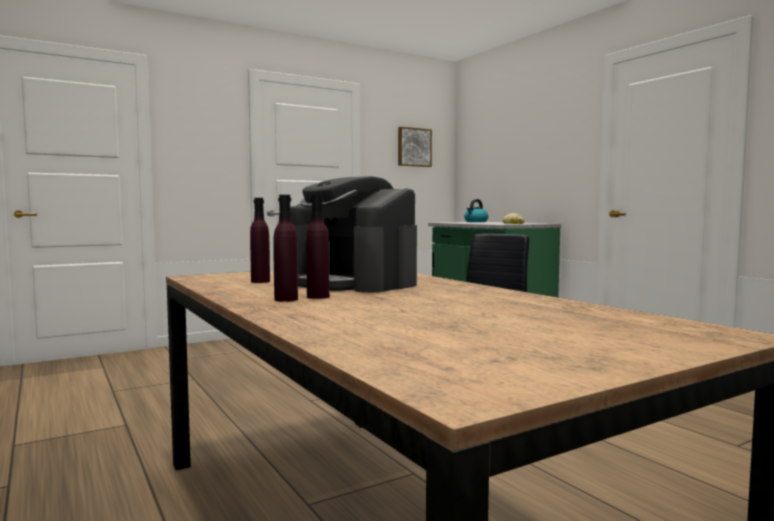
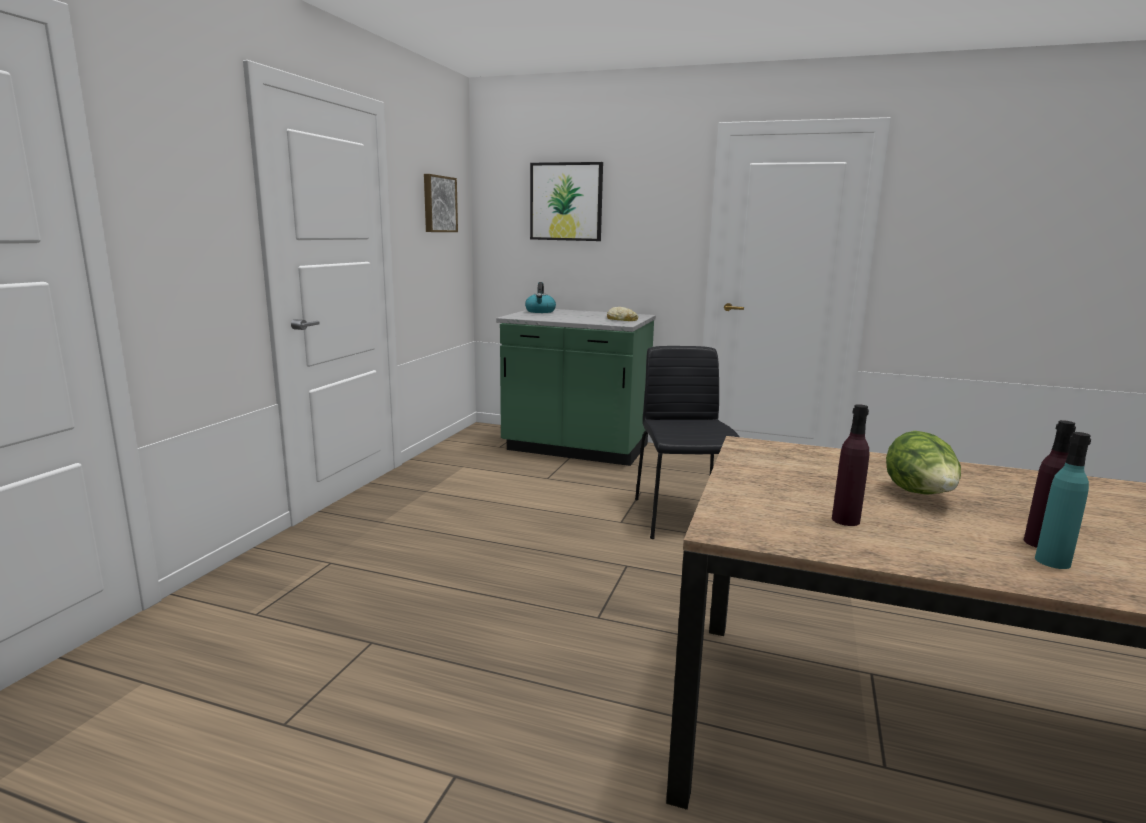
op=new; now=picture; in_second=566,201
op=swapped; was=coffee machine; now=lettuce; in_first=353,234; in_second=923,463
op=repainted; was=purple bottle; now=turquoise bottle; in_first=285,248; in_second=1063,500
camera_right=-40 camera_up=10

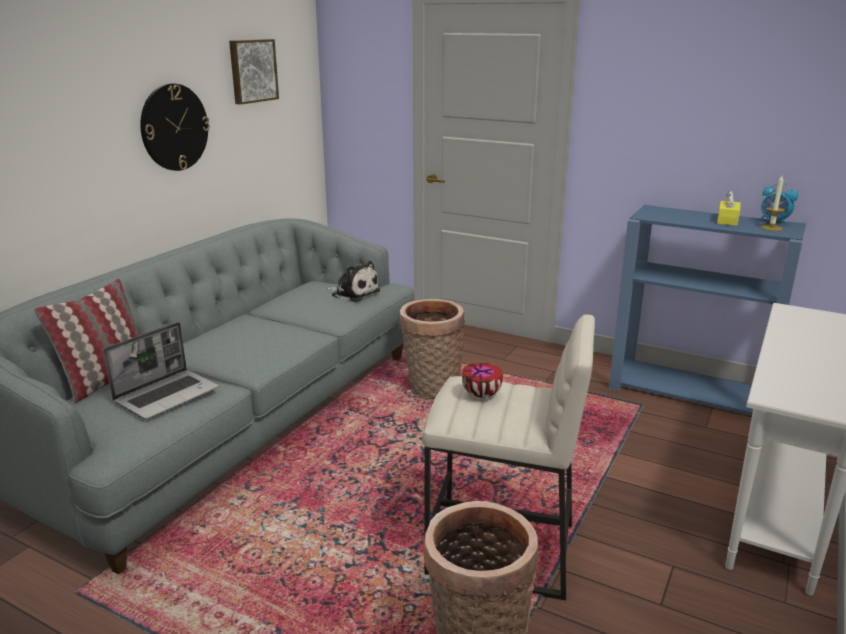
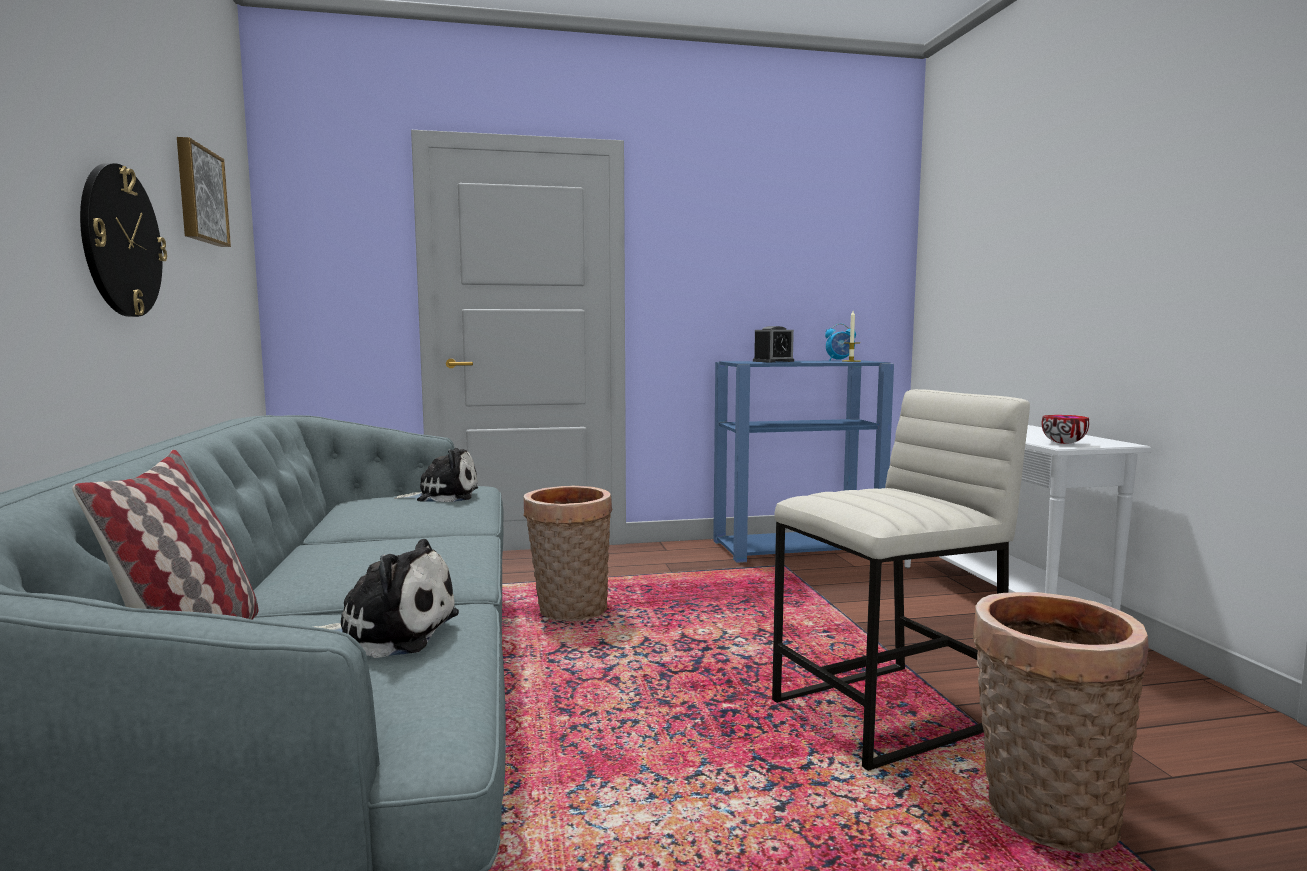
op=swapped; was=laptop; now=plush toy; in_first=161,370; in_second=386,598
op=new; now=alarm clock; in_second=773,344
op=shifted; was=bowl; in_first=482,380; in_second=1065,429
op=gone; was=yellow tissue box; in_first=728,208
camera_right=-40 camera_up=-15

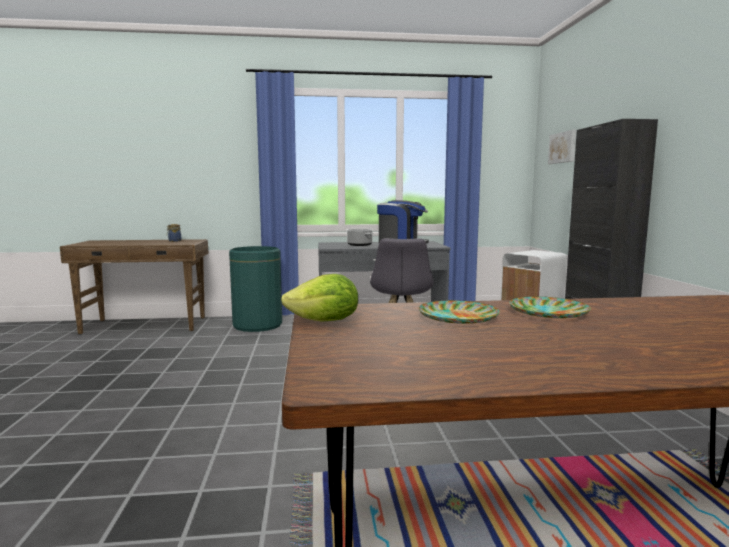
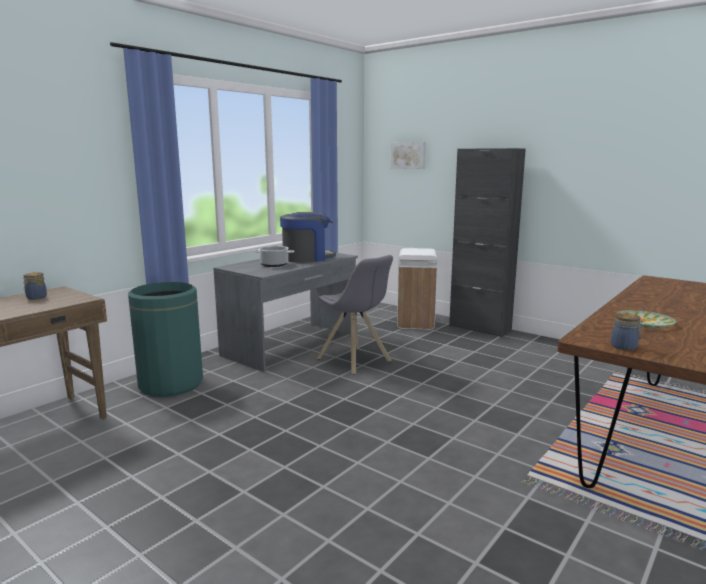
op=swapped; was=lettuce; now=jar; in_first=319,298; in_second=627,332
op=gone; was=plate; in_first=550,307
camera_right=-45 camera_up=5

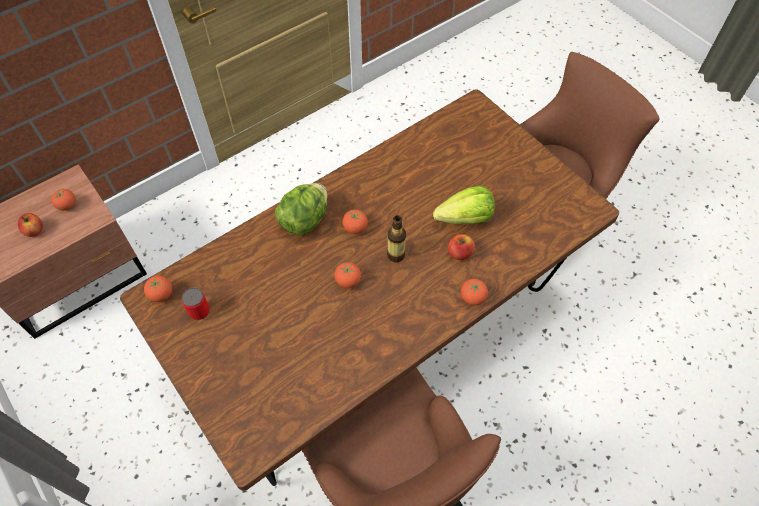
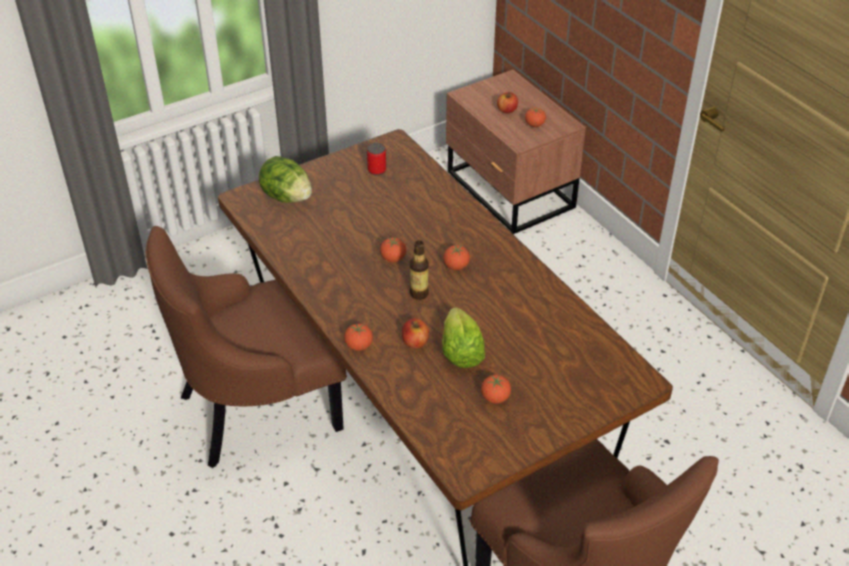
op=shifted; was=lettuce; in_first=301,209; in_second=285,179
op=shifted; was=tomato; in_first=158,289; in_second=496,389
camera_right=95 camera_up=-15

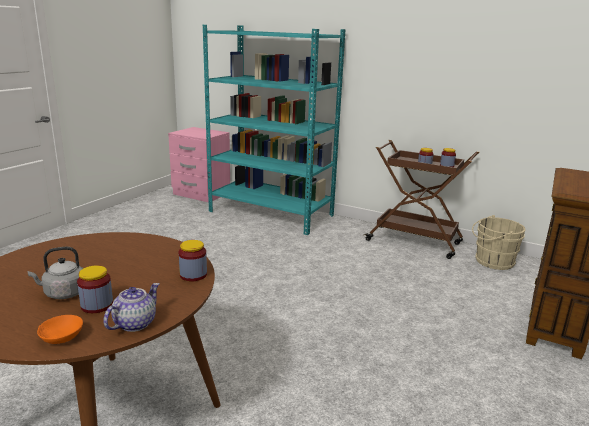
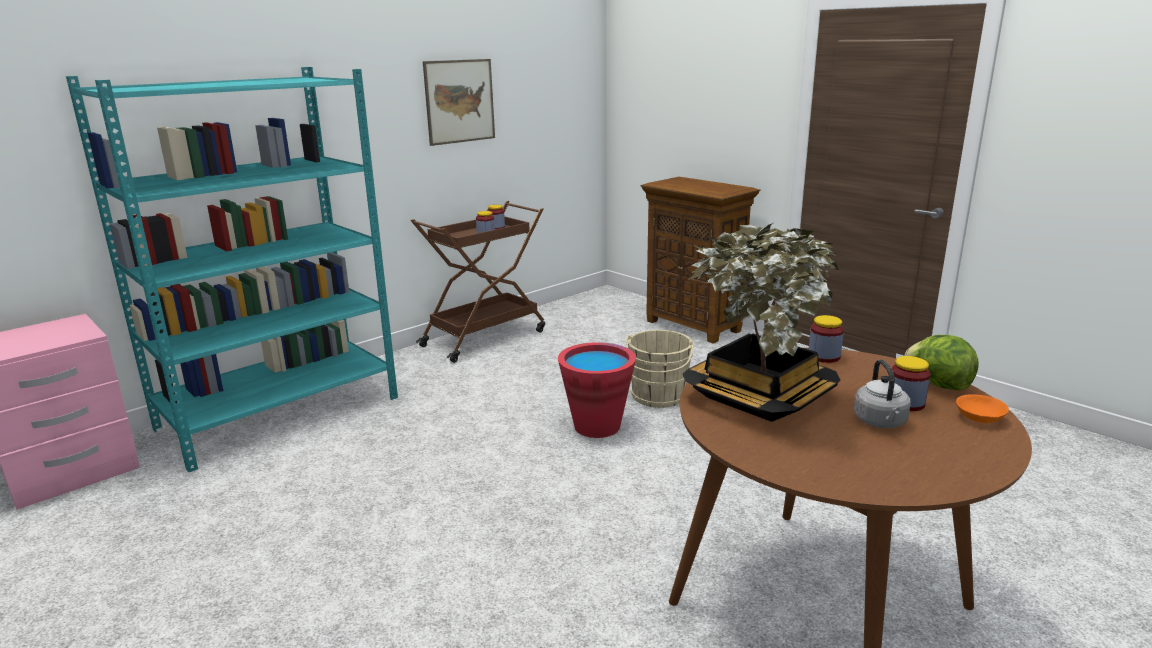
op=new; now=picture; in_second=459,102
op=new; now=red bucket; in_second=597,390
op=shifted; was=beige bucket; in_first=499,242; in_second=659,369
op=new; now=potted plant; in_second=762,322
op=swapped; was=teapot; now=lettuce; in_first=131,307; in_second=942,363
camera_right=-70 camera_up=0

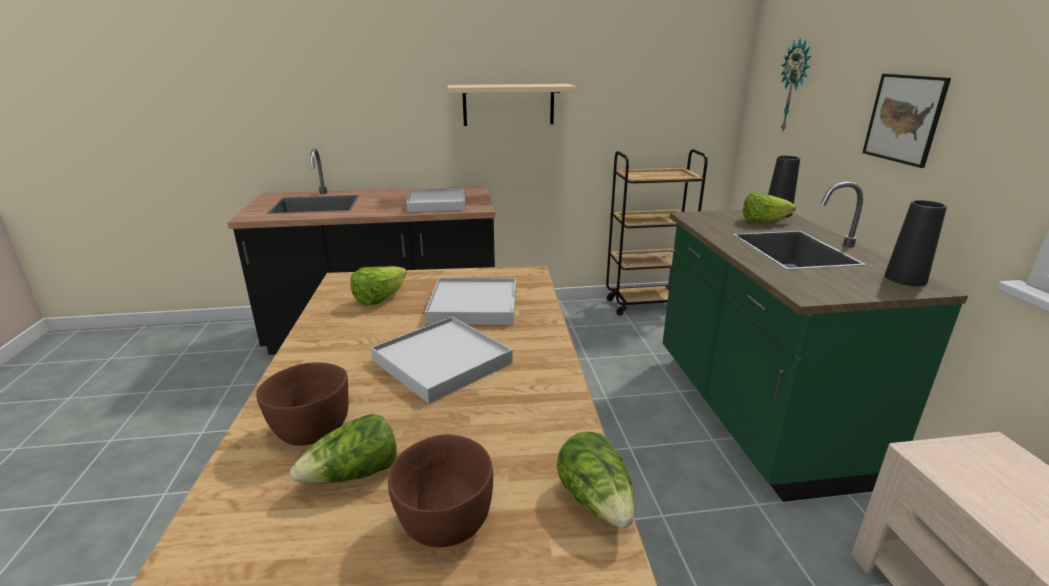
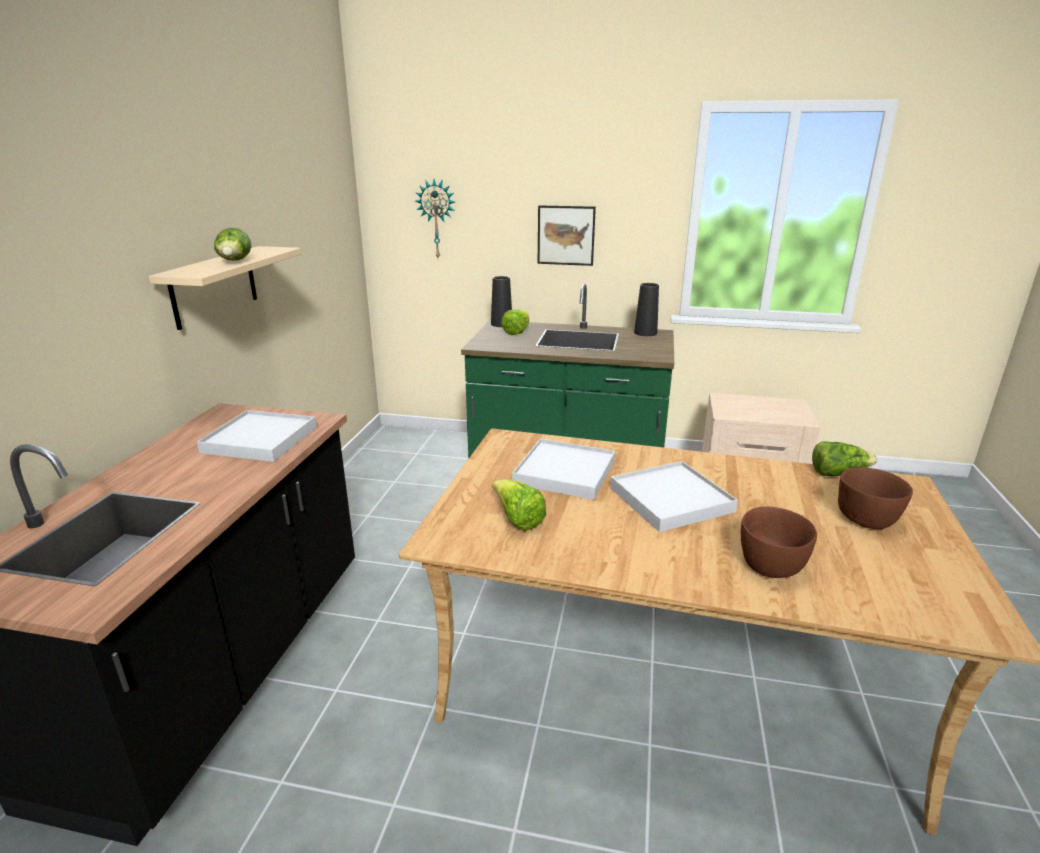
op=shifted; was=lettuce; in_first=343,448; in_second=233,244
op=gone; was=brown cart; in_first=657,232
camera_right=-70 camera_up=0

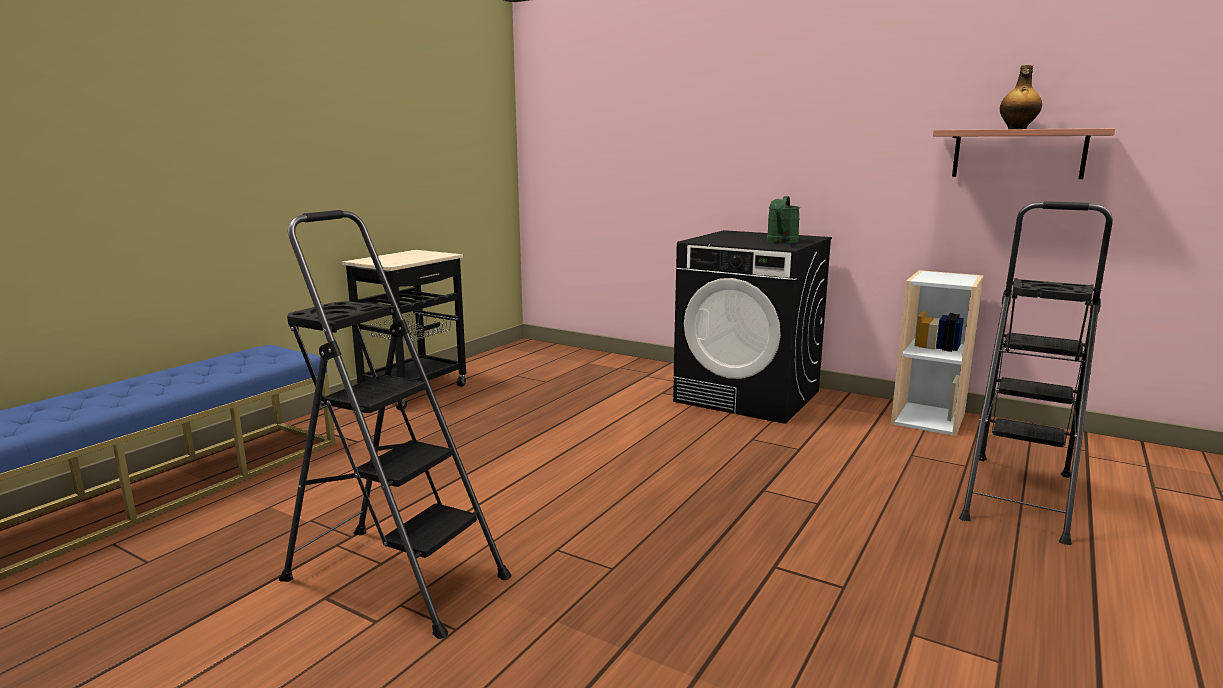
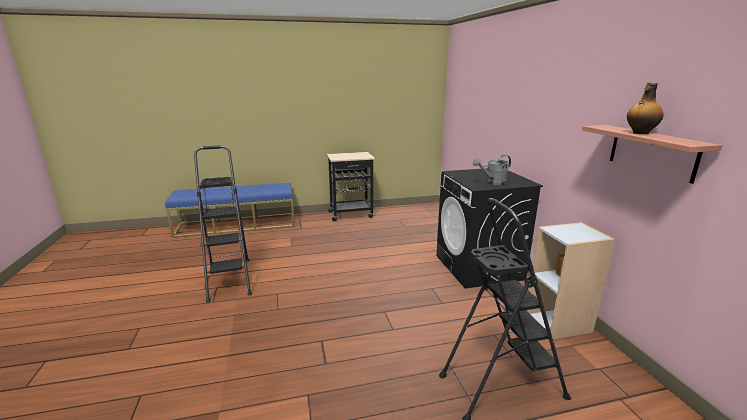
op=repainted; was=green watering can; now=grey watering can; in_first=783,219; in_second=492,170
camera_right=45 camera_up=5

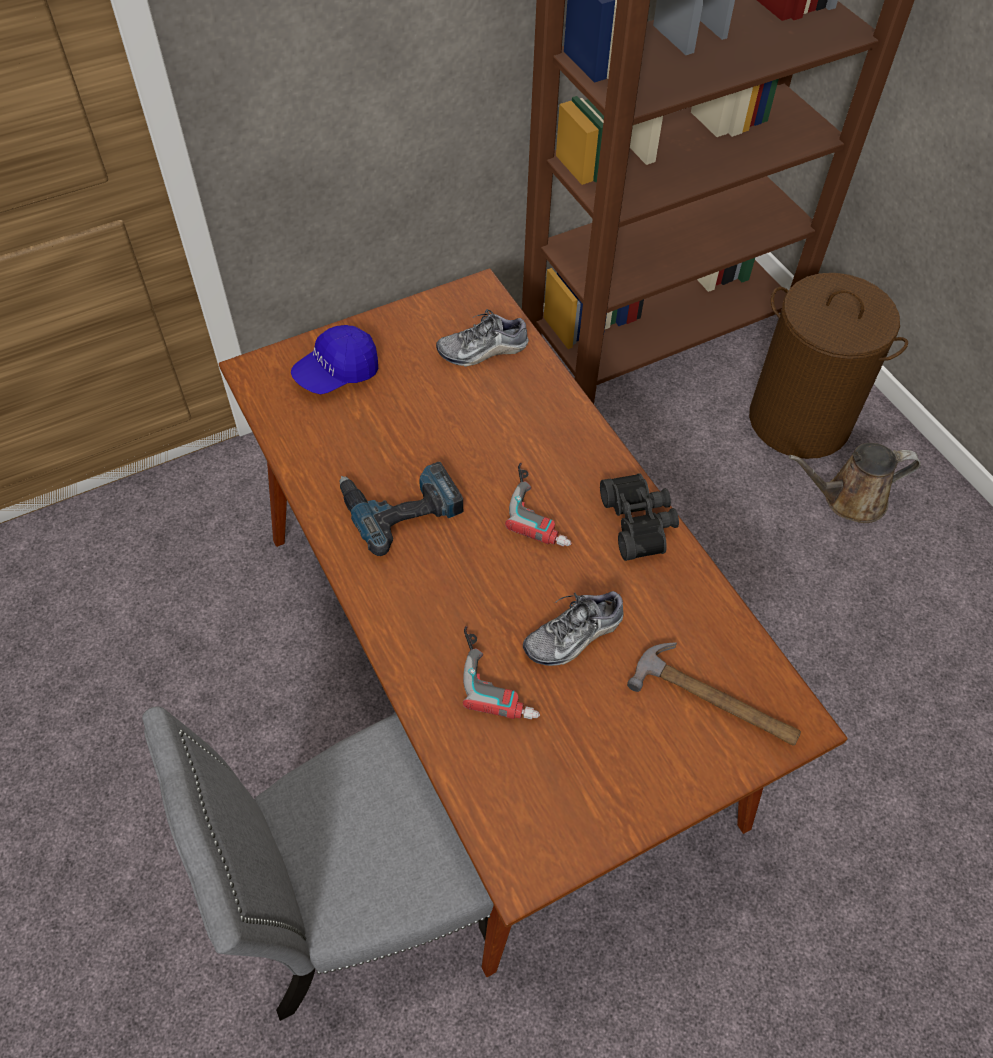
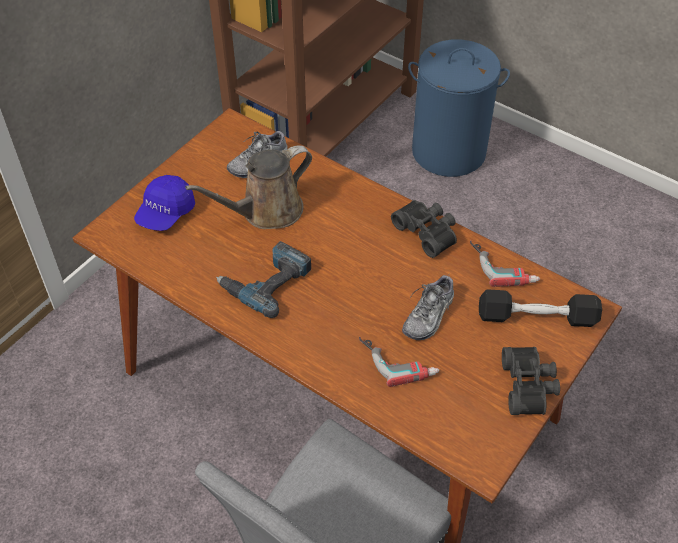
op=shifted; was=brown watering can; in_first=855,483; in_second=248,187
op=repainted; was=brown laundry basket; now=blue laundry basket; in_first=828,366; in_second=459,108
op=shifted; was=power drill; in_first=538,505; in_second=505,263
op=swapped; was=hammer; now=black dumbbell; in_first=714,694; in_second=540,308
op=new; now=black binoculars; in_second=531,381
camera_right=-25 camera_up=-5

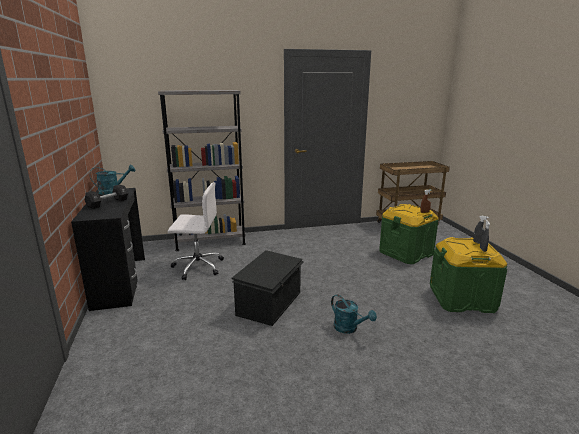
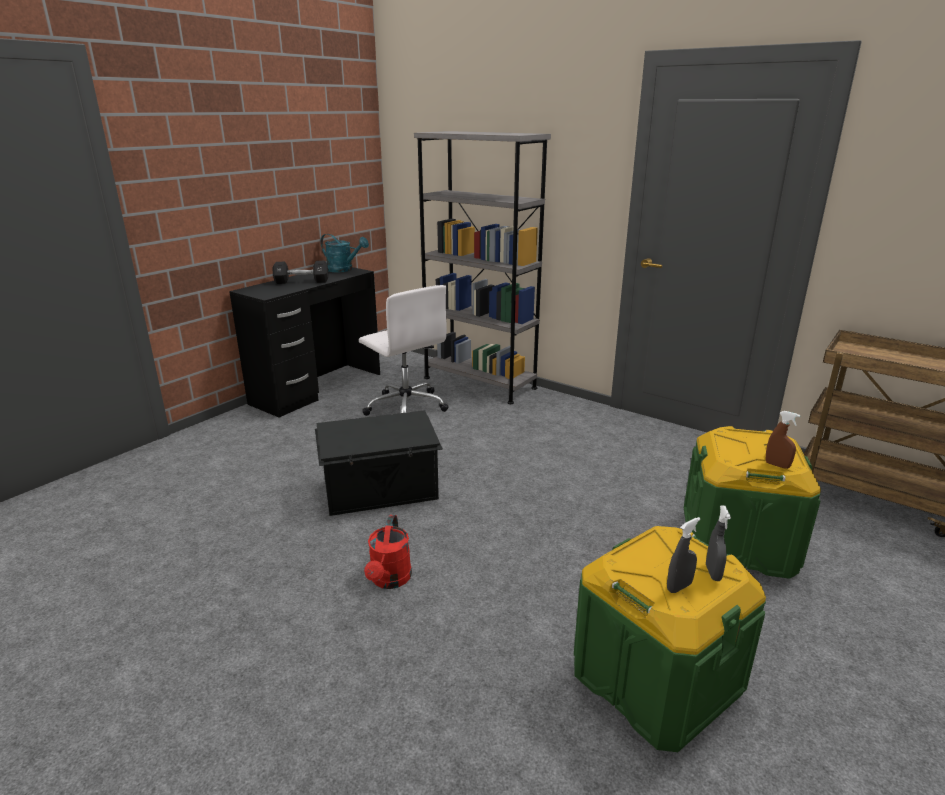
op=repainted; was=turquoise watering can; now=red watering can; in_first=354,314; in_second=388,552
camera_right=50 camera_up=5

